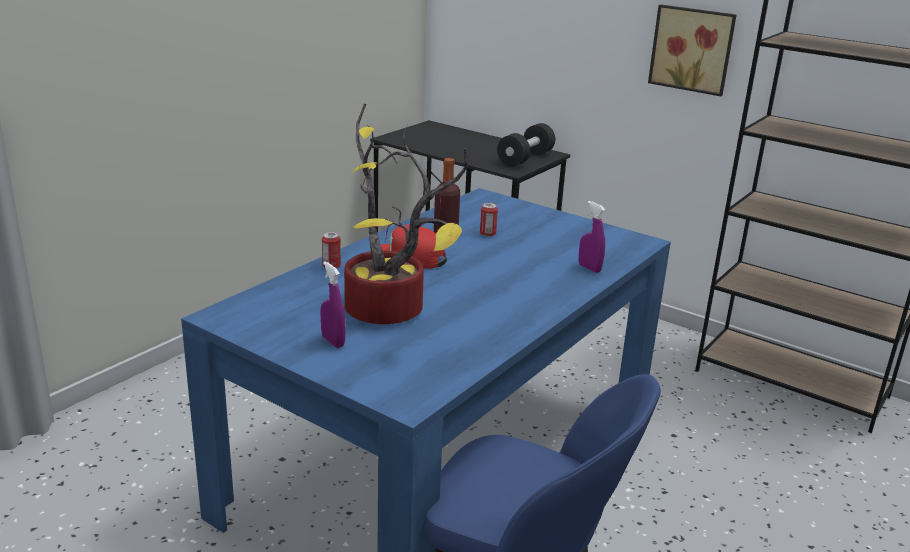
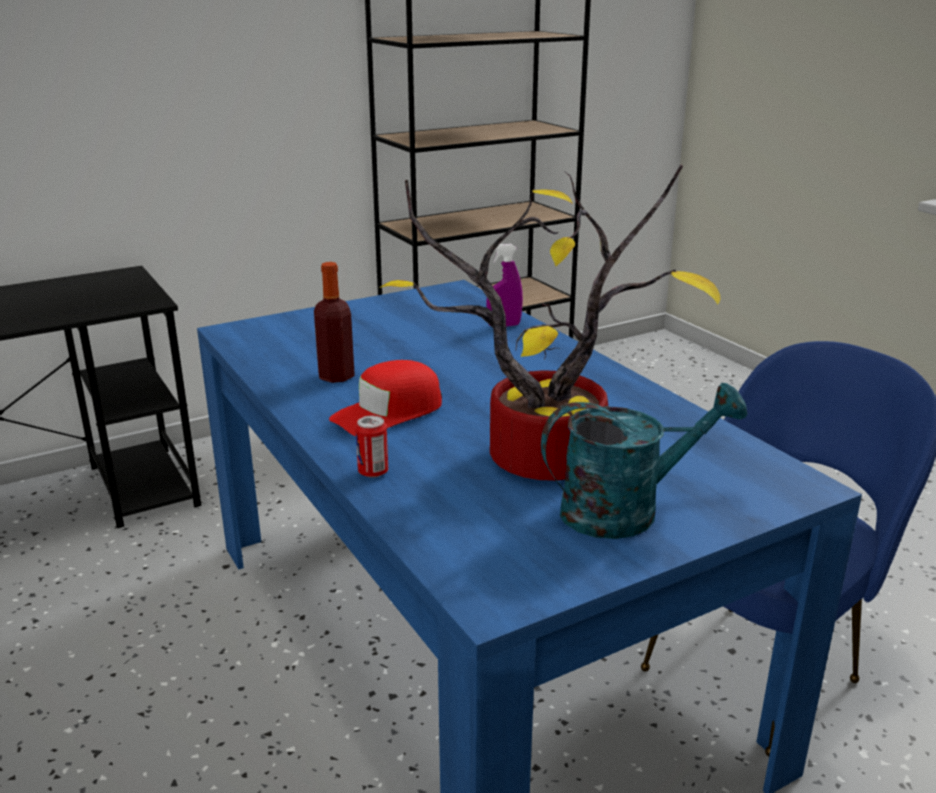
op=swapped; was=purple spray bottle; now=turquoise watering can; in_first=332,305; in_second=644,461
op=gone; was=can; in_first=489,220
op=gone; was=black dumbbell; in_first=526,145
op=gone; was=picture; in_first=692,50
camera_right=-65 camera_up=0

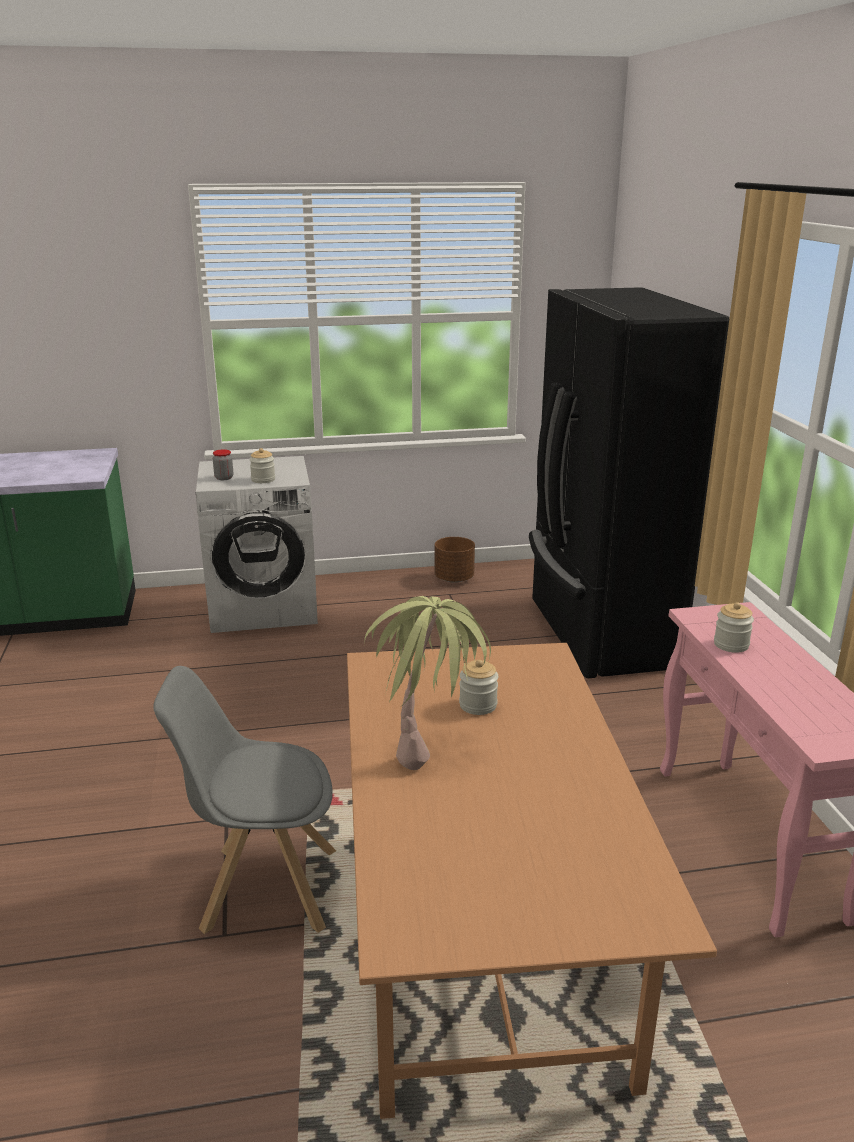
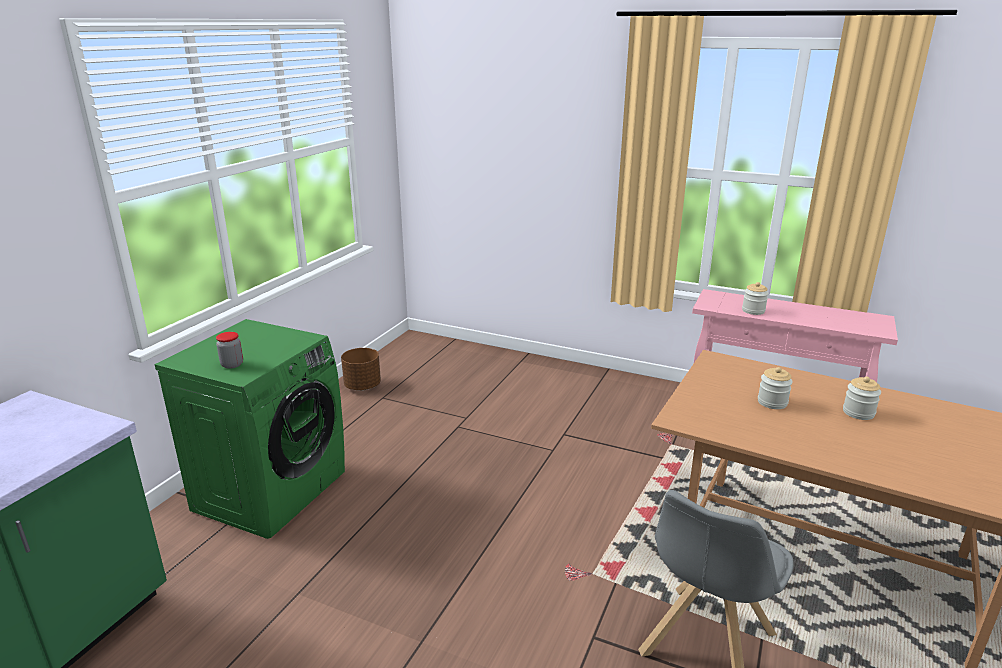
op=repainted; was=white washing machine; now=green washing machine; in_first=257,544; in_second=250,429
op=shifted; was=jar; in_first=262,465; in_second=862,398
op=gone; was=potted plant; in_first=427,683
op=gone; was=black fridge; in_first=629,482
camera_right=-55 camera_up=0

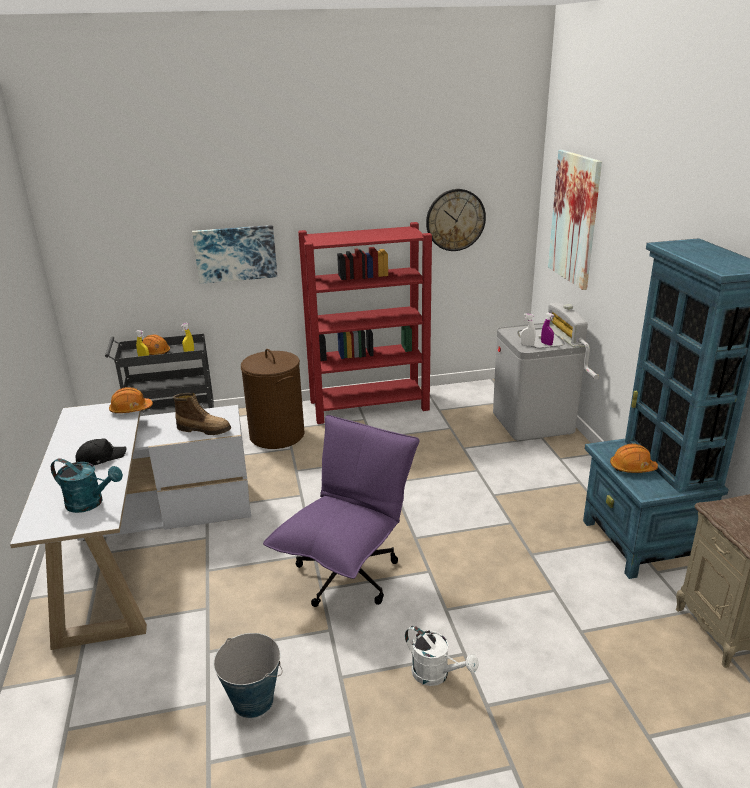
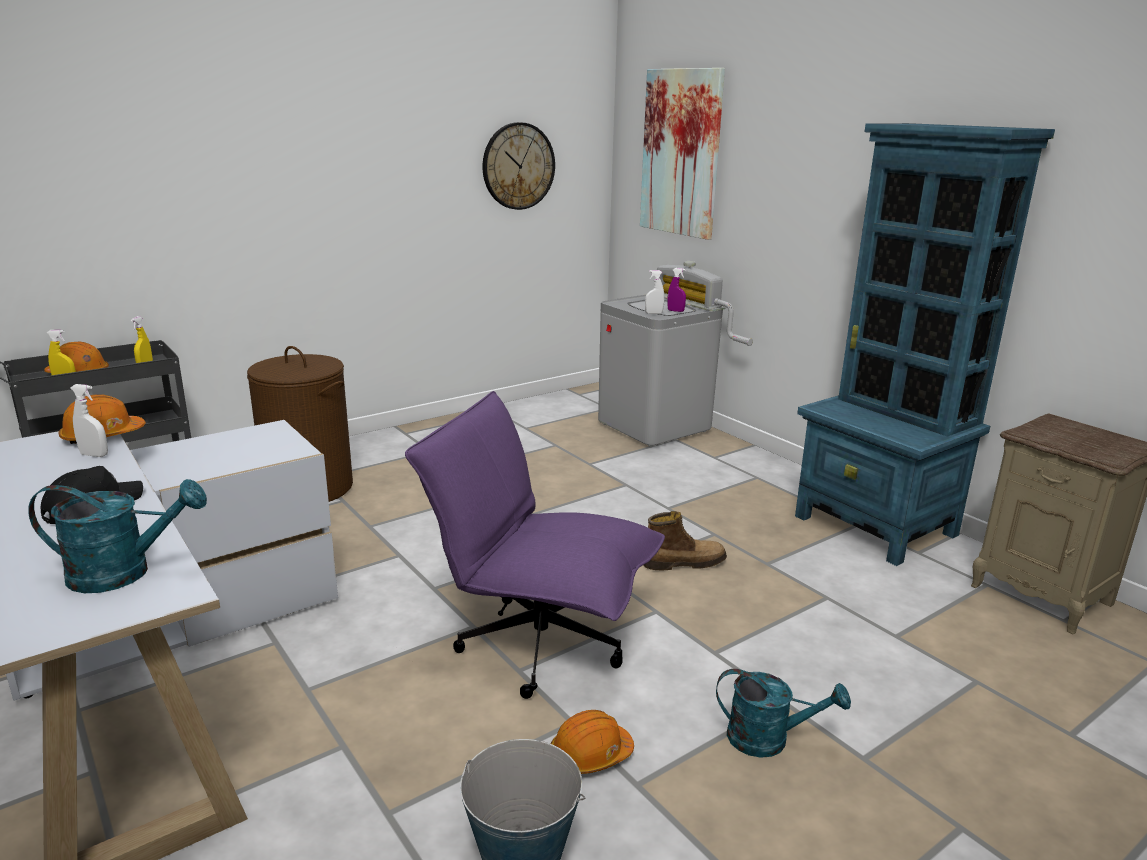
op=new; now=white spray bottle; in_second=89,420
op=rotated; was=purple office chair; in_first=341,511; in_second=535,545; clockwise=-75
op=shifted; was=orange hard hat; in_first=634,458; in_second=592,742
op=shifted; was=boot; in_first=202,414; in_second=685,540
op=repainted; was=white watering can; now=turquoise watering can; in_first=442,656; in_second=783,713
op=gone; was=picture; in_first=235,254
op=gone; was=red bookcase; in_first=365,323
camera_right=-25 camera_up=-5

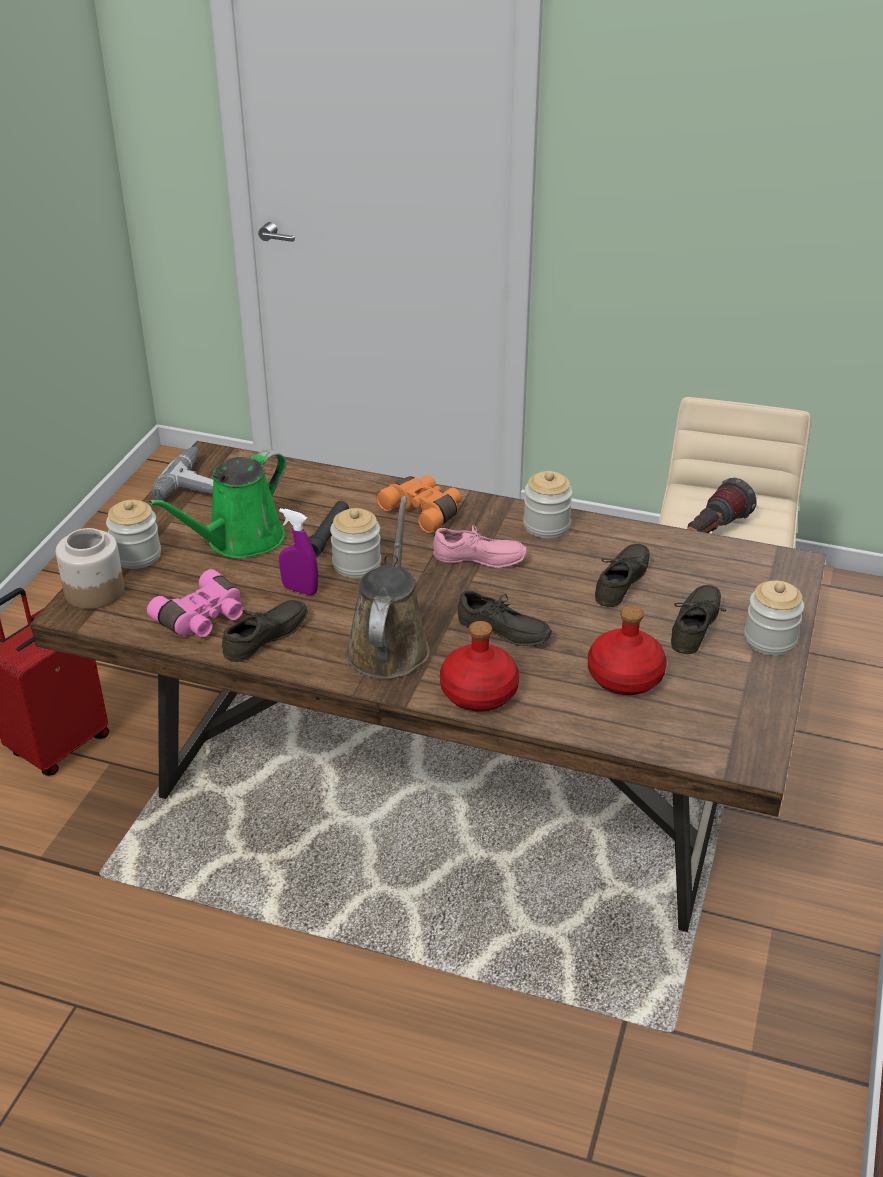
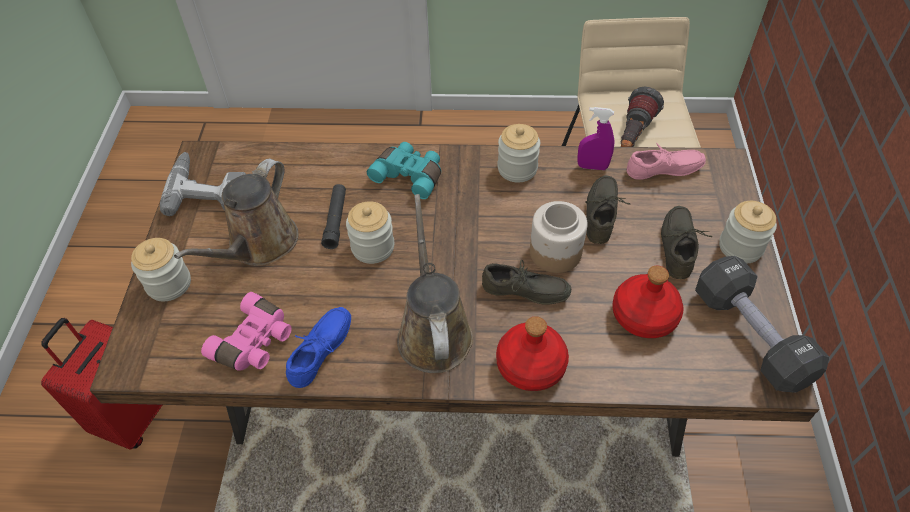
op=repainted; was=green watering can; now=brown watering can; in_first=217,504; in_second=236,212
op=repainted; was=grey shoe; now=blue shoe; in_first=265,631; in_second=318,347
op=repainted; was=orange binoculars; now=turquoise binoculars; in_first=418,504; in_second=404,170
op=shifted; was=jar; in_first=90,568; in_second=558,237
op=shifted; was=purple spray bottle; in_first=298,552; in_second=595,138
op=shifted; was=pink shoe; in_first=480,546; in_second=666,161
op=new; now=black dumbbell; in_second=762,324
camera_right=-15 camera_up=15

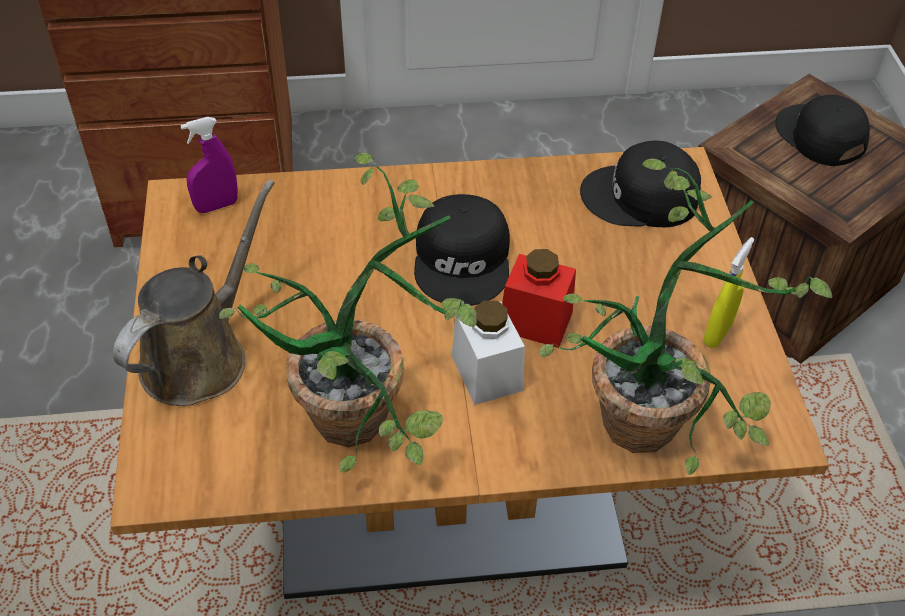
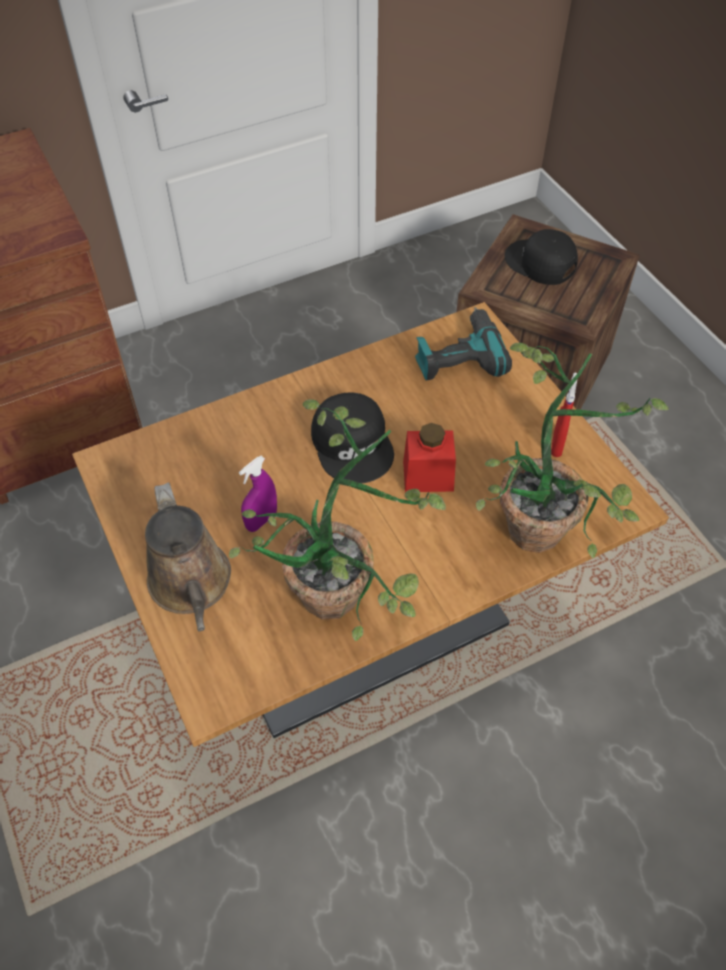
op=rotated; was=brown watering can; in_first=194,293; in_second=188,557; clockwise=150
op=shifted; was=purple spray bottle; in_first=209,165; in_second=258,494
op=swapped; was=black cap; now=power drill; in_first=640,184; in_second=463,344
op=repainted; was=yellow spray bottle; now=red spray bottle; in_first=728,292; in_second=564,415
op=gone; was=white jar; in_first=488,352
camera_right=-20 camera_up=5

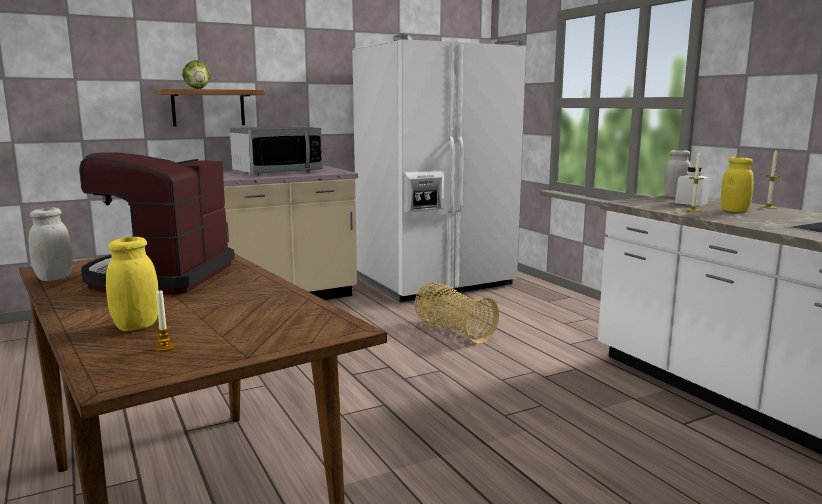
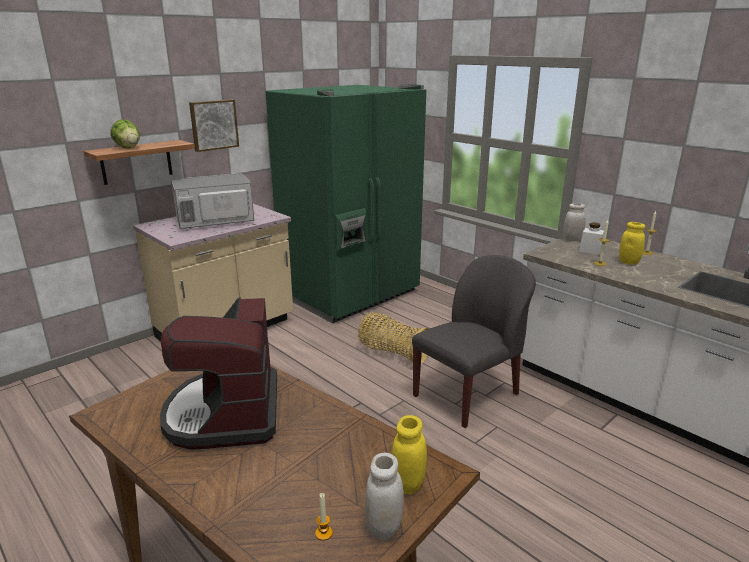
op=rotated; was=microwave; in_first=276,151; in_second=212,201; clockwise=-150
op=new; now=picture; in_second=214,125
op=repainted; was=white fridge; now=green fridge; in_first=439,168; in_second=346,204
op=shifted; was=white jar; in_first=51,244; in_second=384,496
op=shifted; was=yellow jar; in_first=132,284; in_second=409,455
op=new; now=grey chair; in_second=474,341
camera_right=-15 camera_up=10

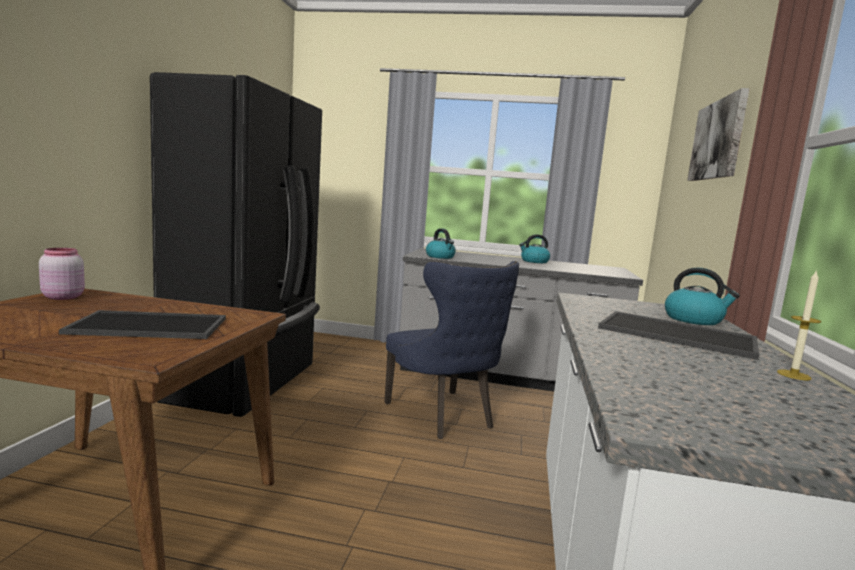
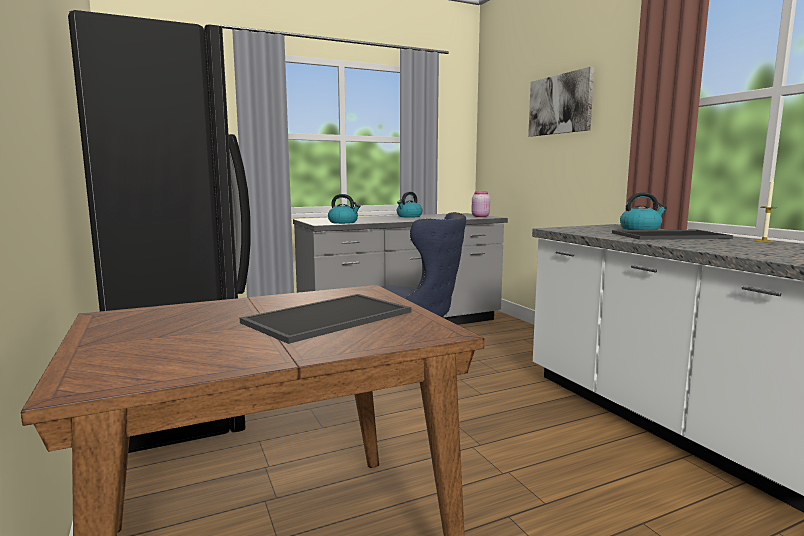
op=shifted; was=pink jar; in_first=62,274; in_second=481,204
camera_right=-35 camera_up=0

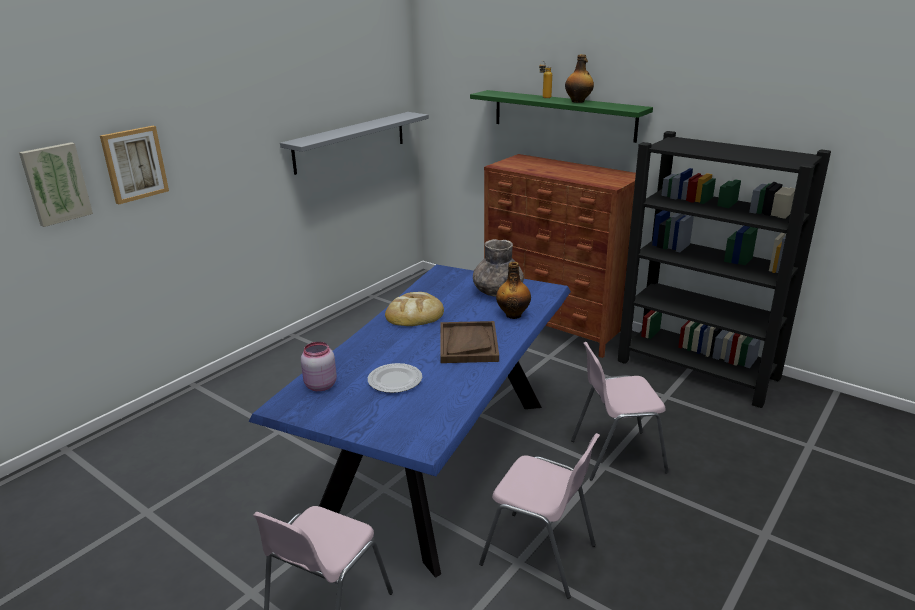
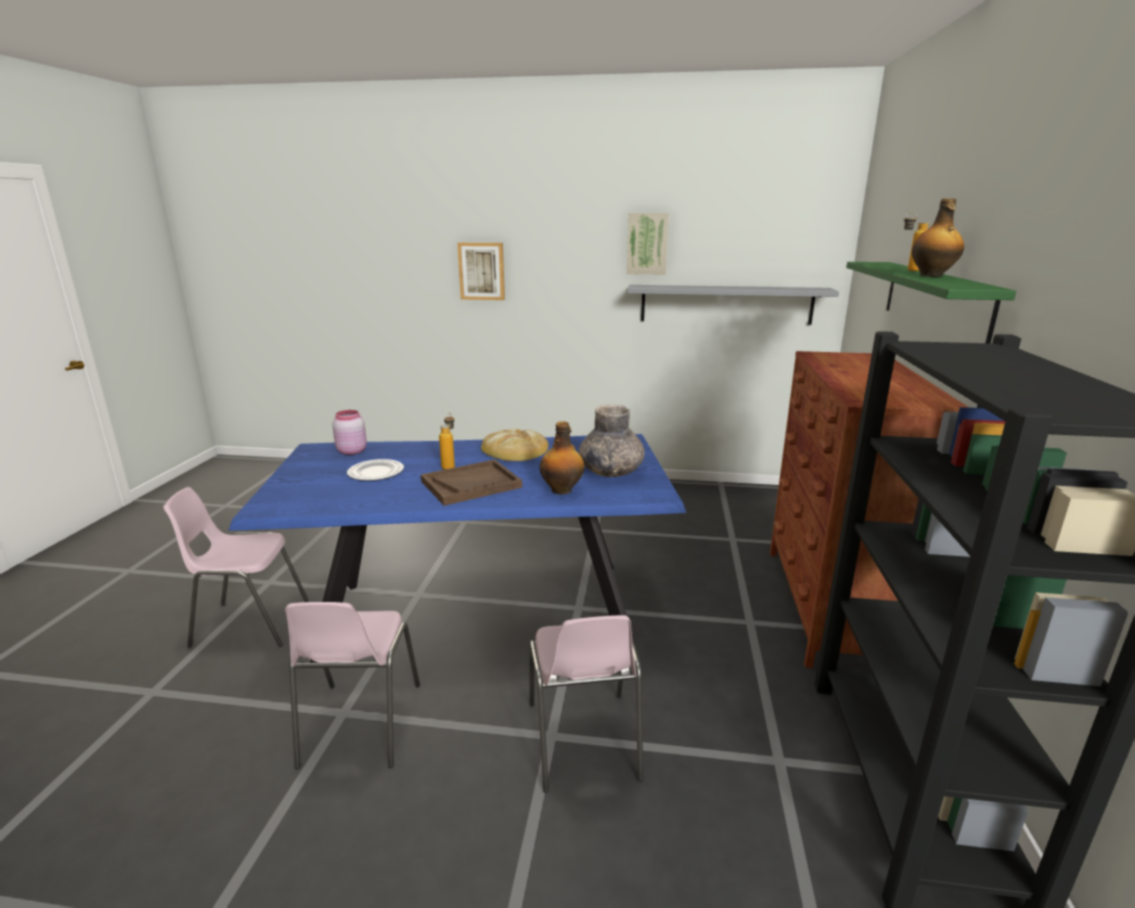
op=new; now=bottle; in_second=447,441
op=rotated; was=pink chair; in_first=620,411; in_second=586,704; clockwise=-150
op=shifted; was=picture; in_first=56,184; in_second=648,244
camera_right=60 camera_up=-5

